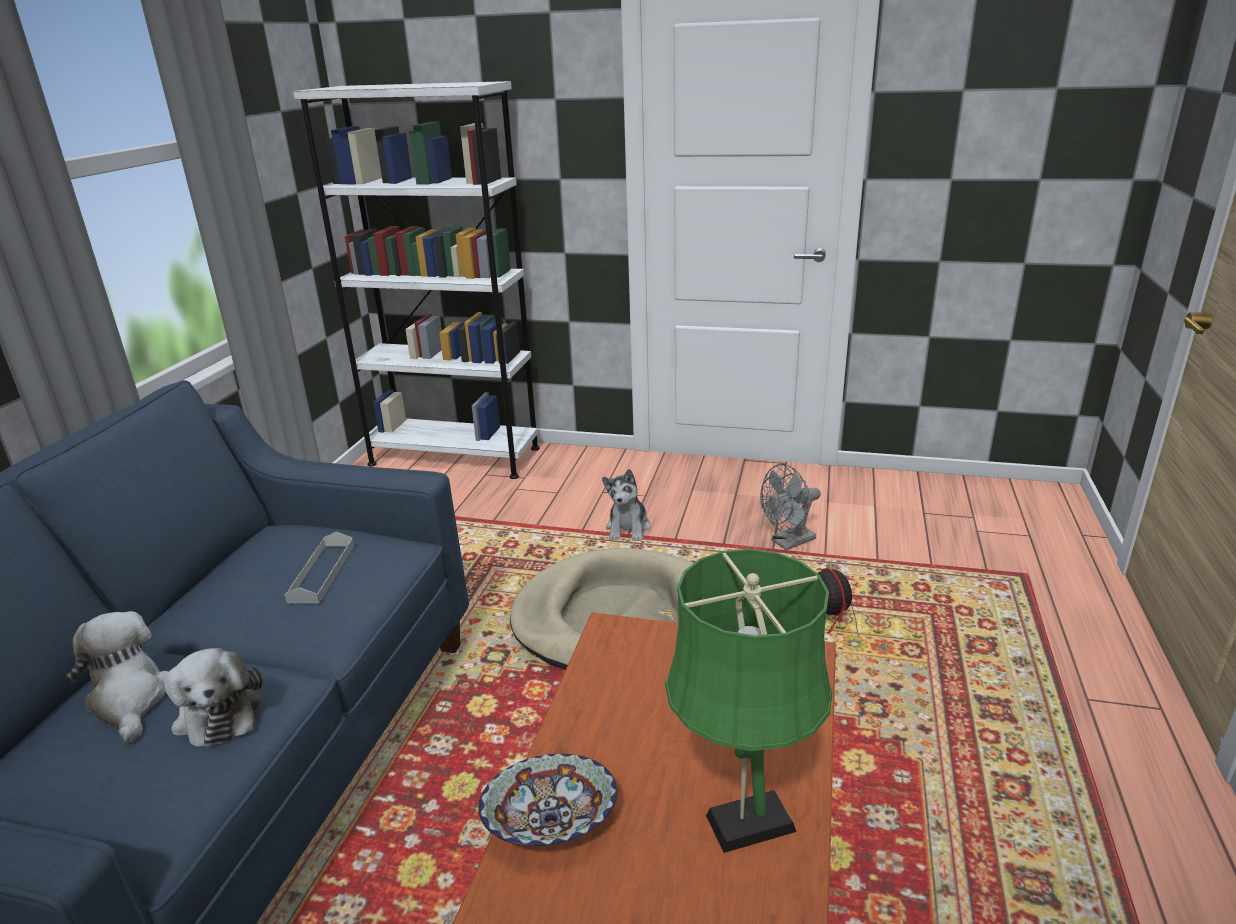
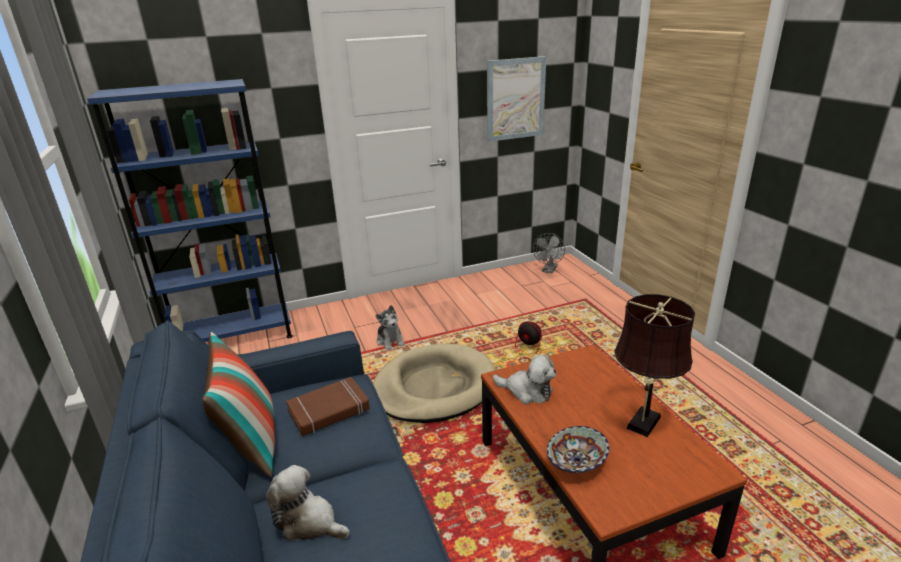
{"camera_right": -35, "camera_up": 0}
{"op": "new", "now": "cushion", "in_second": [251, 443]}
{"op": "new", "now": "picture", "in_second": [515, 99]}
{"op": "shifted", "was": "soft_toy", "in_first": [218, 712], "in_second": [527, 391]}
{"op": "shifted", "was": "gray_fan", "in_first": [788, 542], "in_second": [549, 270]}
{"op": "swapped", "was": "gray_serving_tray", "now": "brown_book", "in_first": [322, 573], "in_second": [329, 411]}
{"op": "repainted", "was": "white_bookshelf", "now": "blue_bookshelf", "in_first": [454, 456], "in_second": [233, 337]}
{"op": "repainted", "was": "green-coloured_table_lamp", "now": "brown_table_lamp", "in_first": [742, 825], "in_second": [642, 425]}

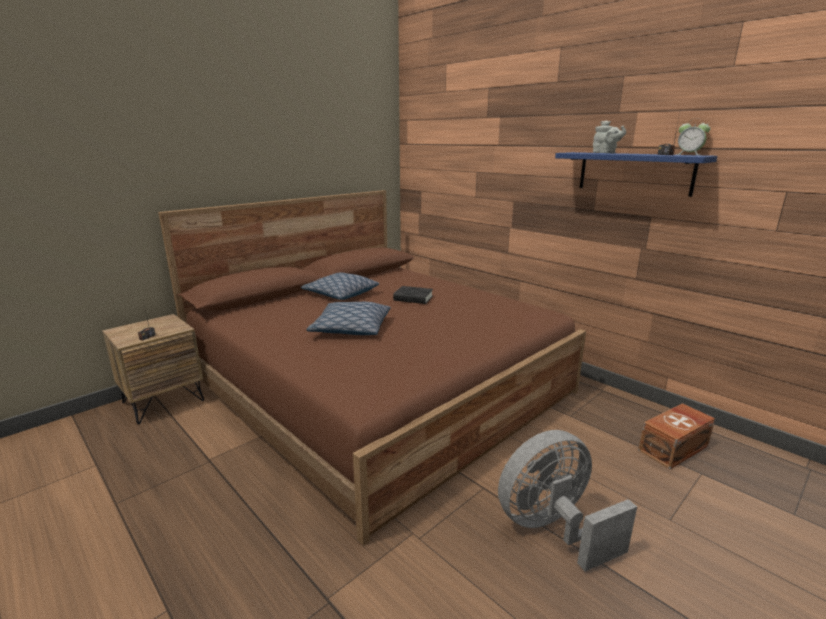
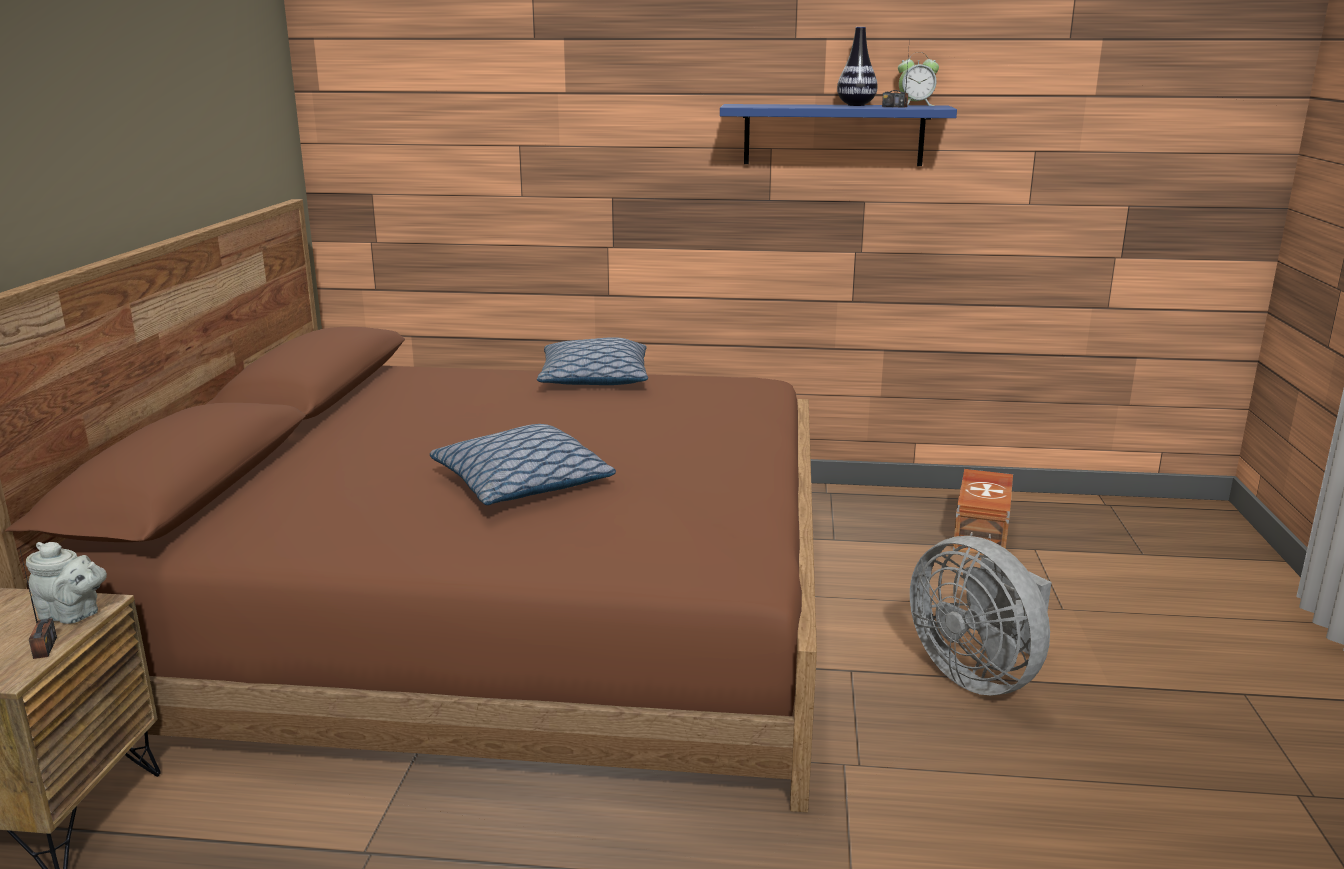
{"camera_right": -40, "camera_up": 0}
{"op": "gone", "was": "black-coloured_book", "in_first": [413, 298]}
{"op": "new", "now": "flower_vase", "in_second": [856, 105]}
{"op": "shifted", "was": "cushion", "in_first": [340, 294], "in_second": [594, 379]}
{"op": "shifted", "was": "gray_tea_pot", "in_first": [605, 153], "in_second": [73, 615]}
{"op": "rotated", "was": "gray_fan", "in_first": [552, 528], "in_second": [978, 675], "clockwise": -60}

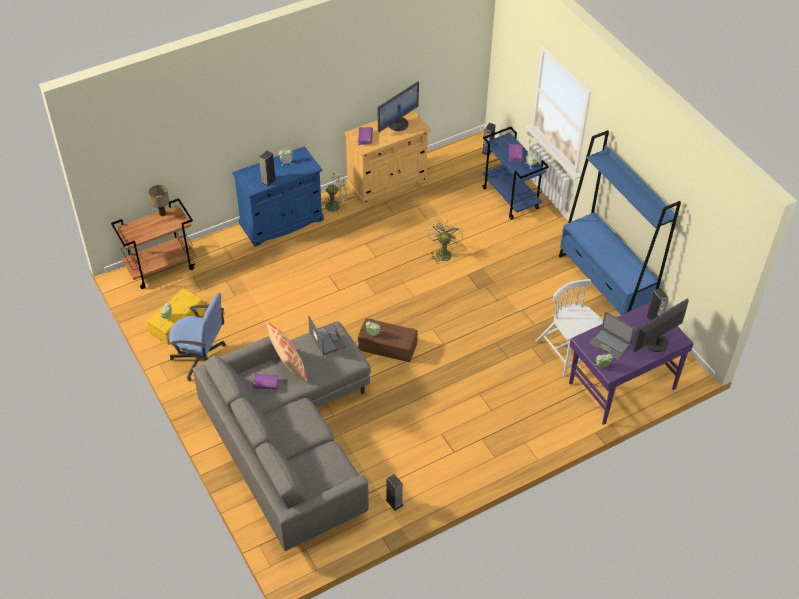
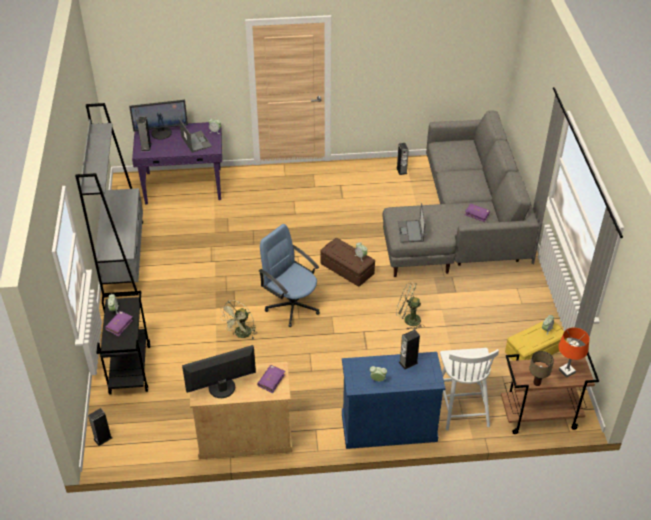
{"camera_right": -155, "camera_up": -5}
{"op": "gone", "was": "cushion", "in_first": [288, 366]}
{"op": "new", "now": "orangey_table_lamp", "in_second": [566, 371]}
{"op": "shifted", "was": "blue_office_chair", "in_first": [201, 359], "in_second": [292, 305]}
{"op": "shifted", "was": "green-coloured_fan", "in_first": [336, 205], "in_second": [408, 319]}
{"op": "shifted", "was": "white_upright_chair", "in_first": [567, 352], "in_second": [462, 405]}
{"op": "repainted", "was": "blue_wheeled_cart", "now": "black-coloured_wheeled_cart", "in_first": [511, 198], "in_second": [129, 369]}
{"op": "repainted", "was": "blue_bookshelf", "now": "gray_bookshelf", "in_first": [604, 285], "in_second": [124, 258]}

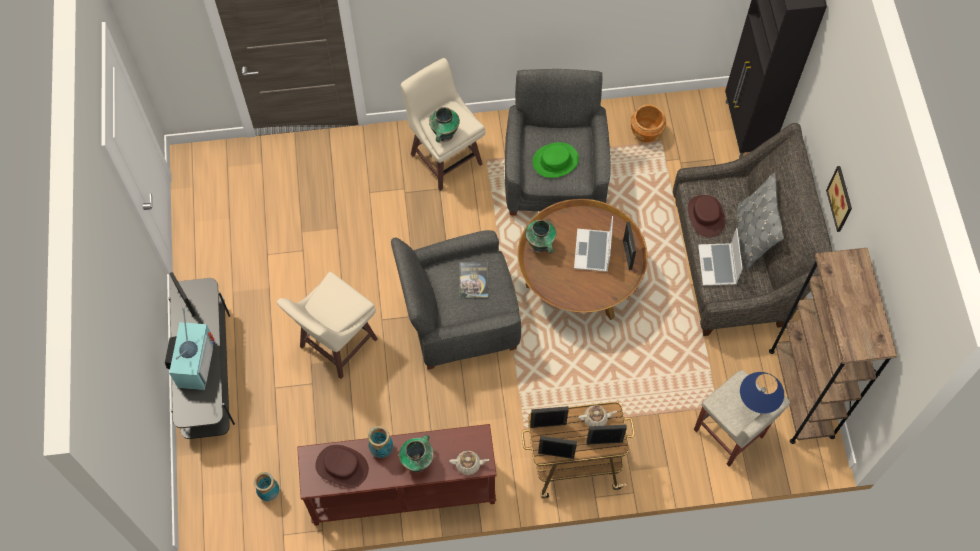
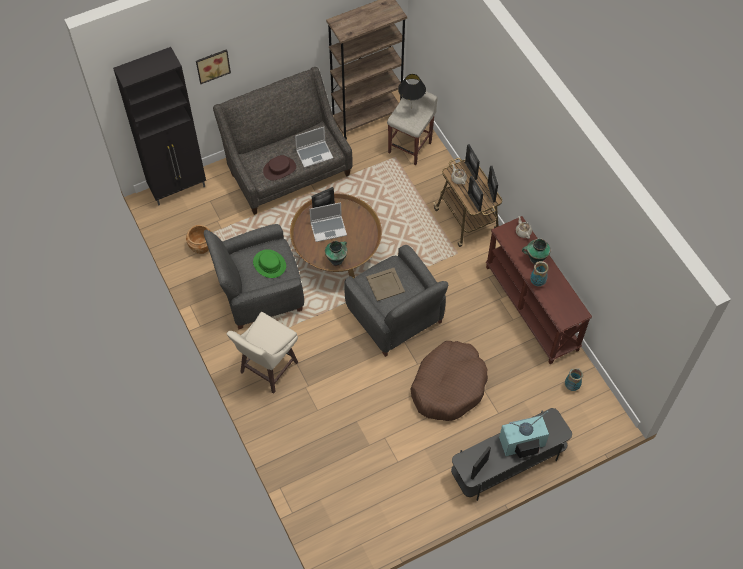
{"camera_right": -110, "camera_up": -5}
{"op": "gone", "was": "brown_wearable_hat", "in_first": [342, 466]}
{"op": "gone", "was": "flower_vase", "in_first": [444, 135]}
{"op": "gone", "was": "gray_cushion", "in_first": [751, 236]}
{"op": "shifted", "was": "picture", "in_first": [842, 198], "in_second": [212, 65]}
{"op": "swapped", "was": "beige_sitting_stool", "now": "brown_dog_bed", "in_first": [336, 344], "in_second": [448, 386]}
{"op": "swapped", "was": "book", "now": "beige_serving_tray", "in_first": [473, 280], "in_second": [385, 284]}
{"op": "repainted", "was": "blue_table_lamp", "now": "black-coloured_table_lamp", "in_first": [753, 408], "in_second": [411, 108]}

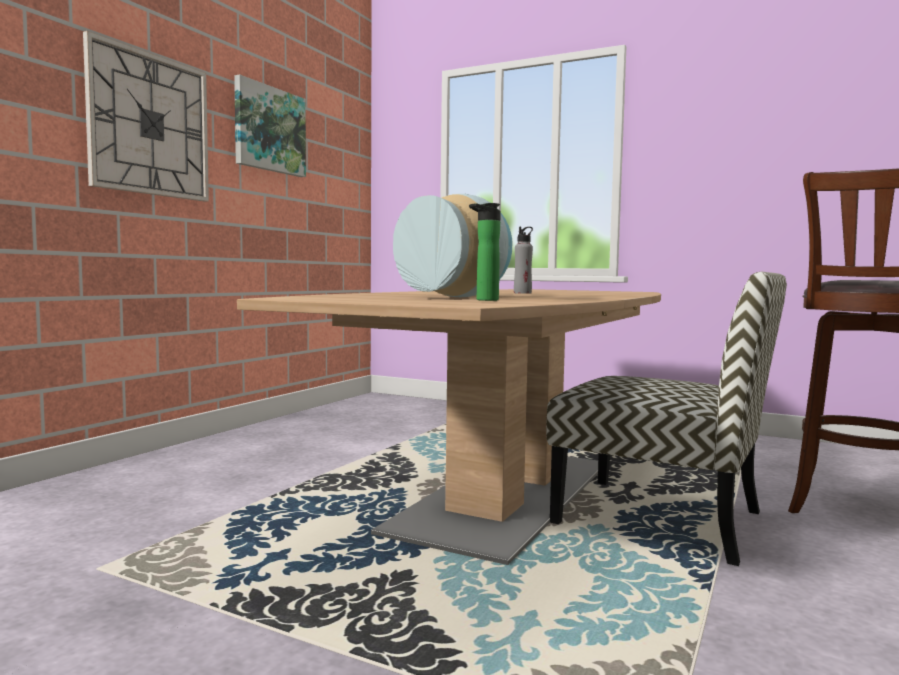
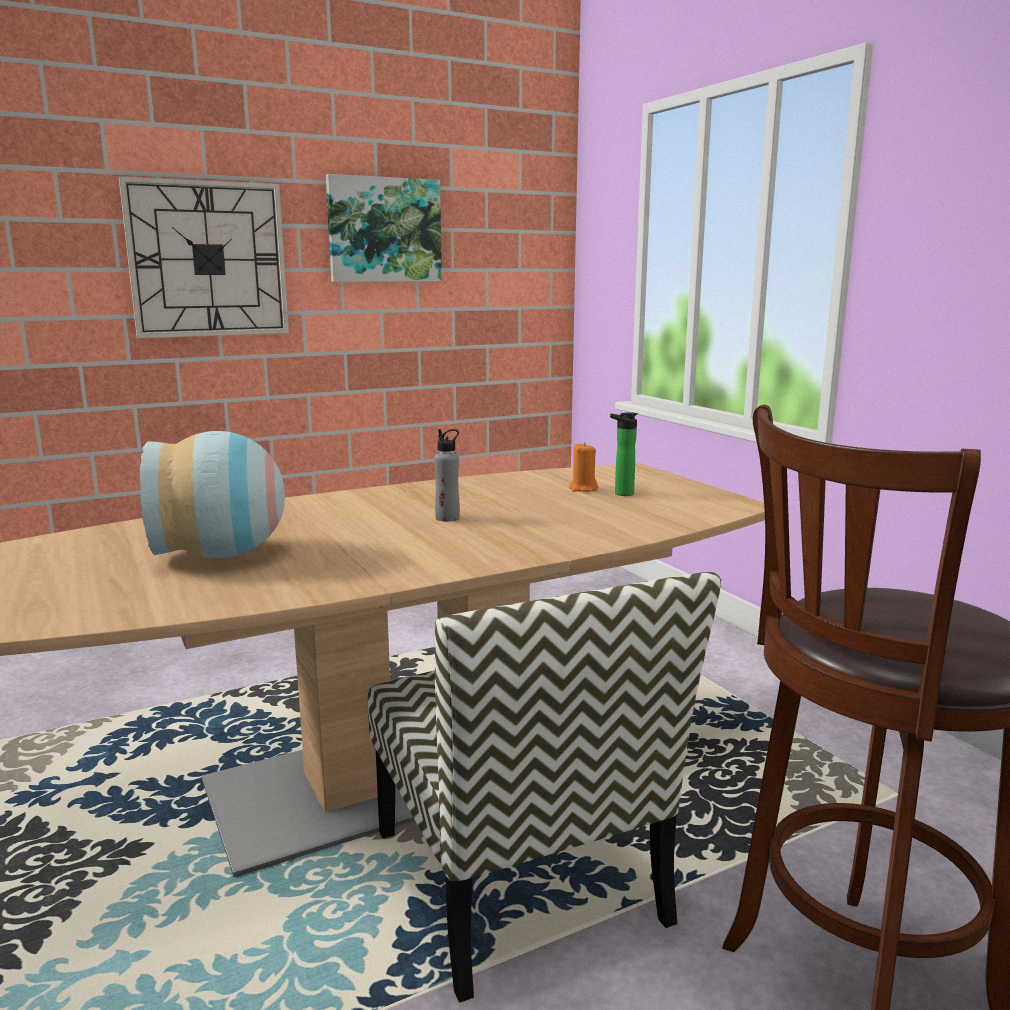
{"camera_right": 35, "camera_up": 10}
{"op": "new", "now": "orangey_wax_candle", "in_second": [583, 489]}
{"op": "shifted", "was": "drink_bottle", "in_first": [484, 300], "in_second": [621, 493]}

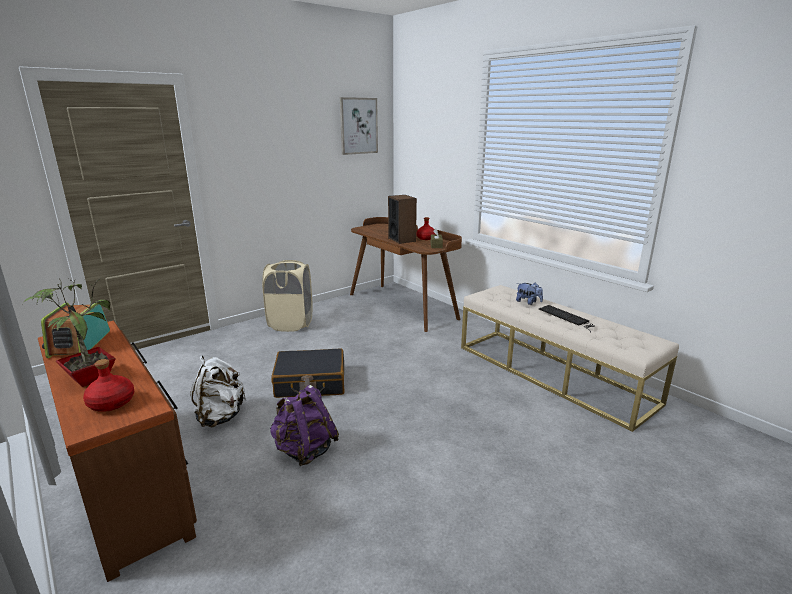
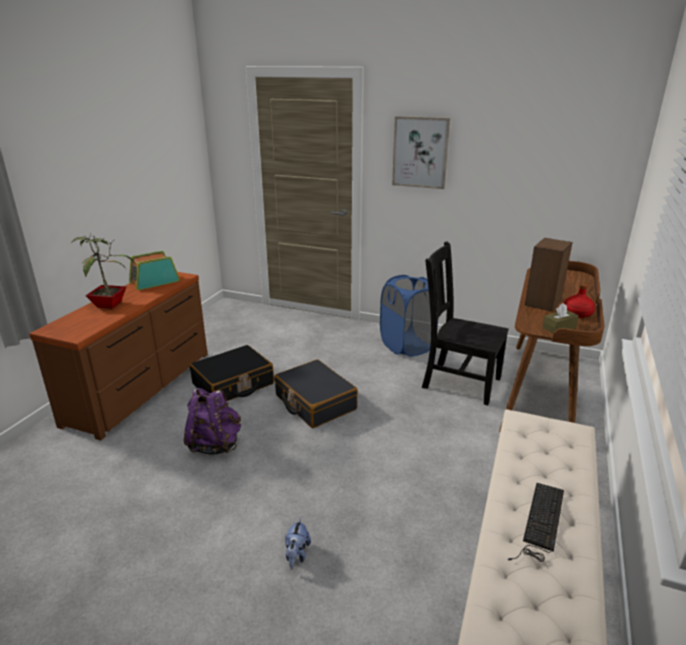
{"camera_right": 60, "camera_up": 5}
{"op": "gone", "was": "reddish_drink_bottle", "in_first": [111, 403]}
{"op": "new", "now": "black-coloured_upright_chair", "in_second": [458, 382]}
{"op": "shifted", "was": "picture", "in_first": [358, 126], "in_second": [420, 152]}
{"op": "shifted", "was": "soft_toy", "in_first": [528, 302], "in_second": [296, 555]}
{"op": "swapped", "was": "white_backpack", "now": "black-coloured_travel_case", "in_first": [220, 417], "in_second": [233, 384]}
{"op": "repainted", "was": "beige_washing_basket", "now": "blue_washing_basket", "in_first": [291, 324], "in_second": [407, 346]}

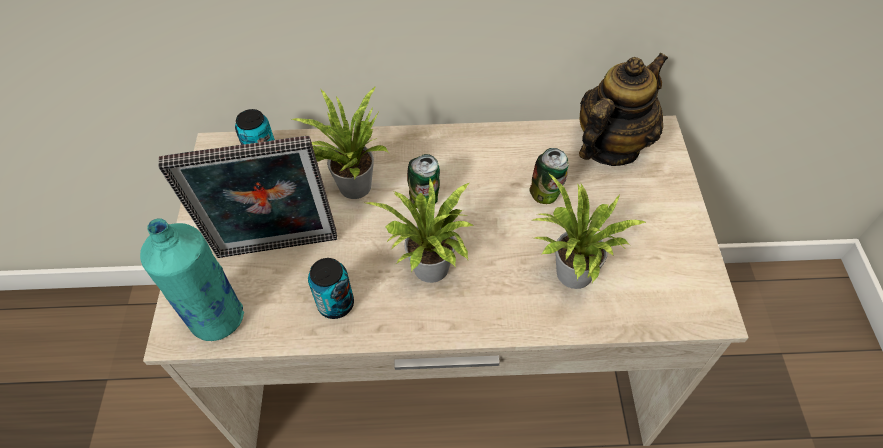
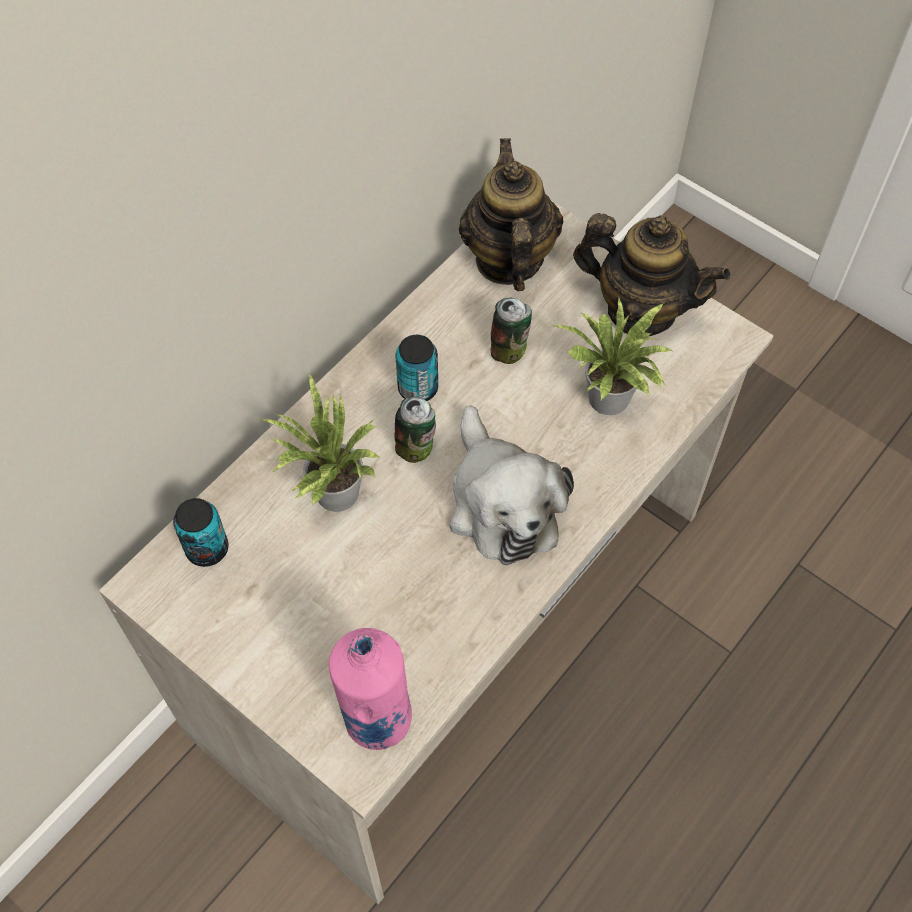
{"camera_right": -50, "camera_up": 5}
{"op": "gone", "was": "standing_frame", "in_first": [278, 251]}
{"op": "new", "now": "tea_pot", "in_second": [640, 310]}
{"op": "shifted", "was": "metal_can", "in_first": [336, 304], "in_second": [418, 388]}
{"op": "swapped", "was": "houseplant", "now": "soft_toy", "in_first": [431, 271], "in_second": [501, 503]}
{"op": "repainted", "was": "turquoise_drink_bottle", "now": "pink-coloured_drink_bottle", "in_first": [216, 318], "in_second": [377, 719]}

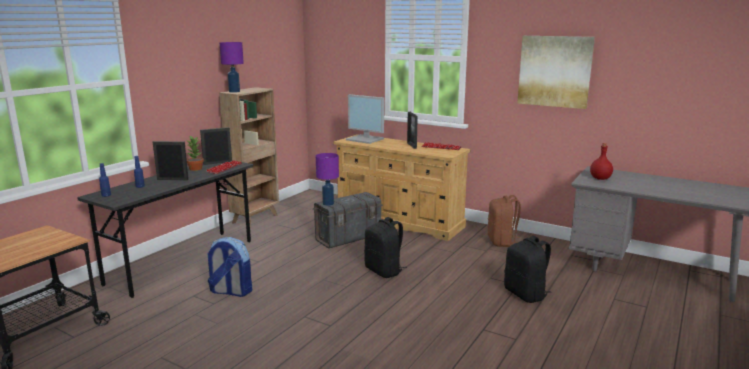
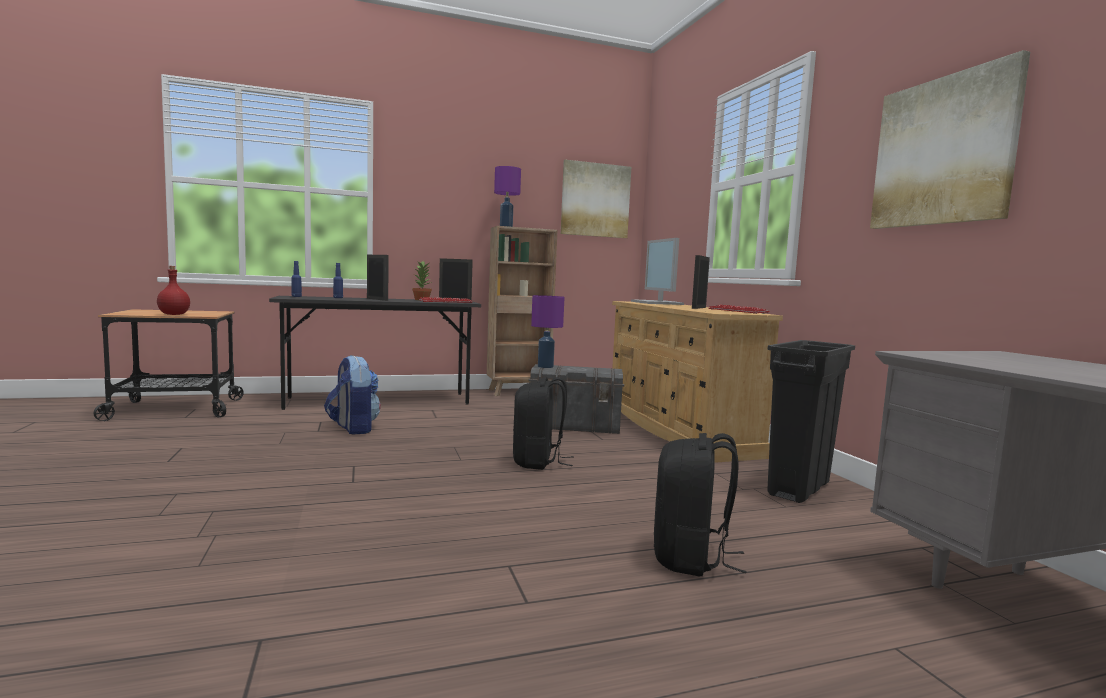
{"camera_right": 40, "camera_up": -10}
{"op": "new", "now": "picture", "in_second": [595, 200]}
{"op": "shifted", "was": "reddish_drink_bottle", "in_first": [599, 178], "in_second": [174, 314]}
{"op": "swapped", "was": "brown_backpack", "now": "black-coloured_rubbish_bin", "in_first": [502, 242], "in_second": [798, 489]}

